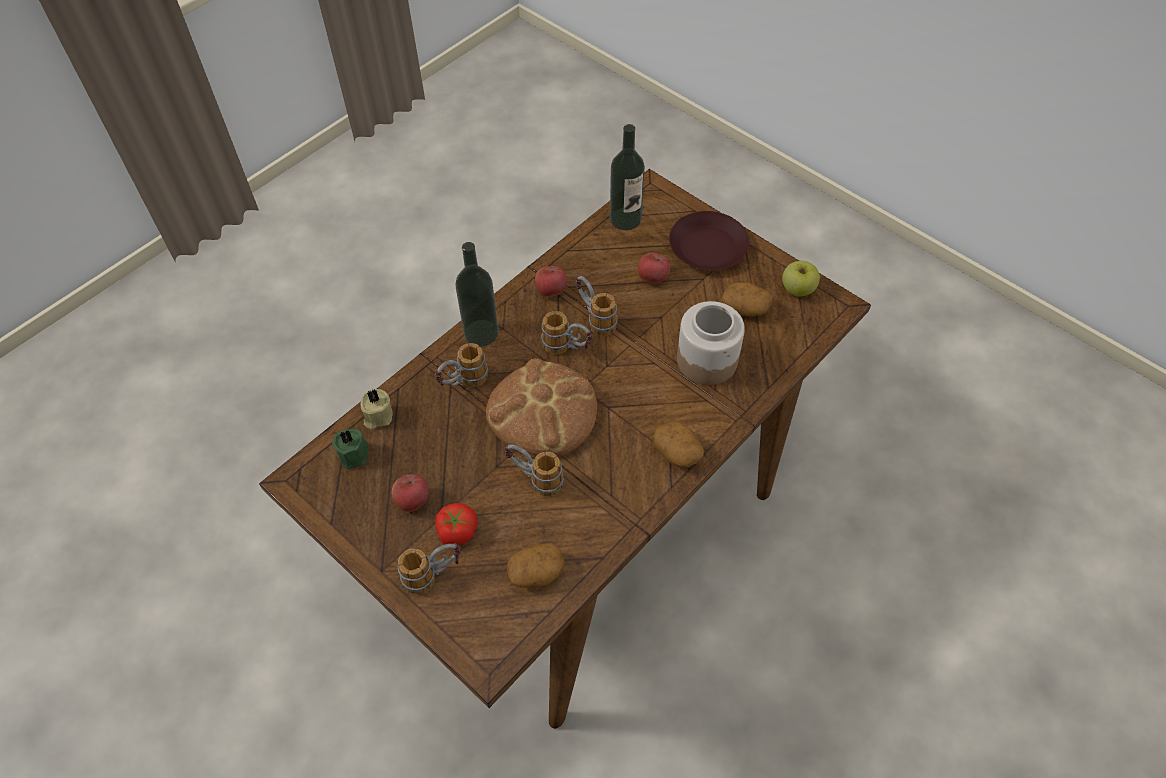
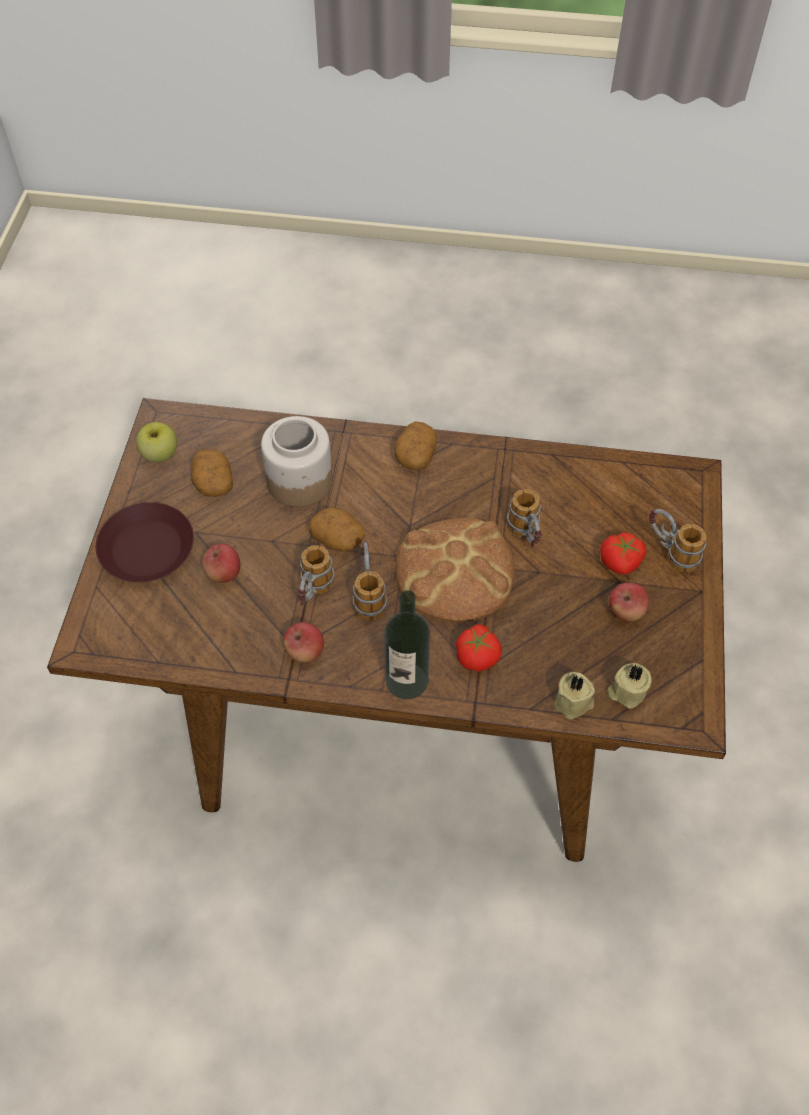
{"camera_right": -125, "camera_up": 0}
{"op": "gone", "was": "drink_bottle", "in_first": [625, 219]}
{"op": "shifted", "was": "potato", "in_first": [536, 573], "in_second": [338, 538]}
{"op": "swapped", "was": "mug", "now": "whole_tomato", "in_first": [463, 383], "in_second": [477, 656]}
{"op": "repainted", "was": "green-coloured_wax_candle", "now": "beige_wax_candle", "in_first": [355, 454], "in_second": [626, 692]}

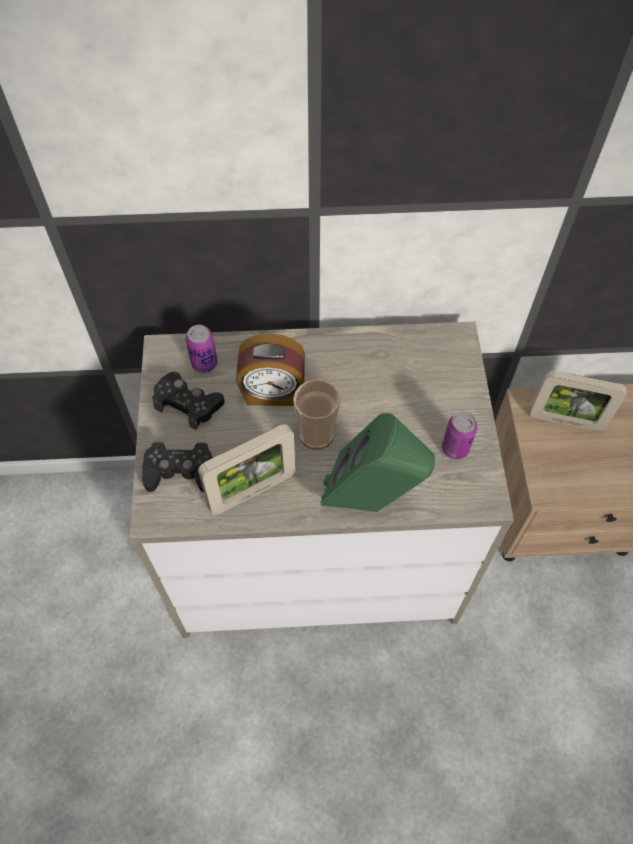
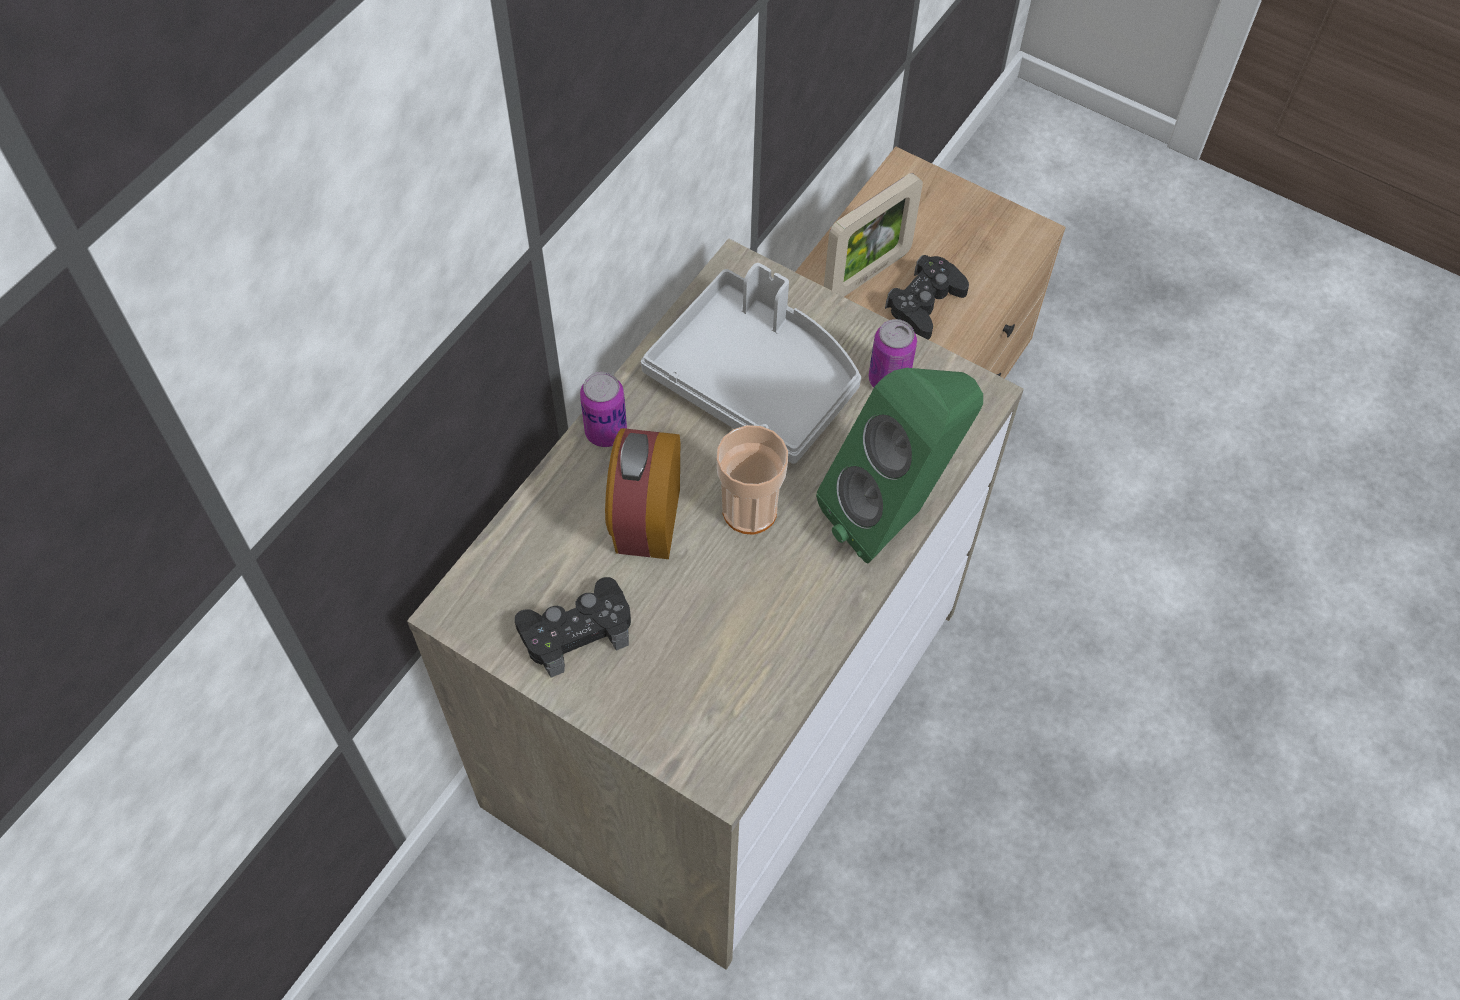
{"camera_right": -55, "camera_up": 0}
{"op": "gone", "was": "standing_frame", "in_first": [252, 491]}
{"op": "new", "now": "gray_serving_tray", "in_second": [756, 380]}
{"op": "shifted", "was": "black-coloured_joypad", "in_first": [180, 471], "in_second": [924, 303]}
{"op": "shifted", "was": "metal_can", "in_first": [204, 363], "in_second": [606, 432]}
{"op": "rotated", "was": "alarm_clock", "in_first": [272, 393], "in_second": [645, 521], "clockwise": 150}

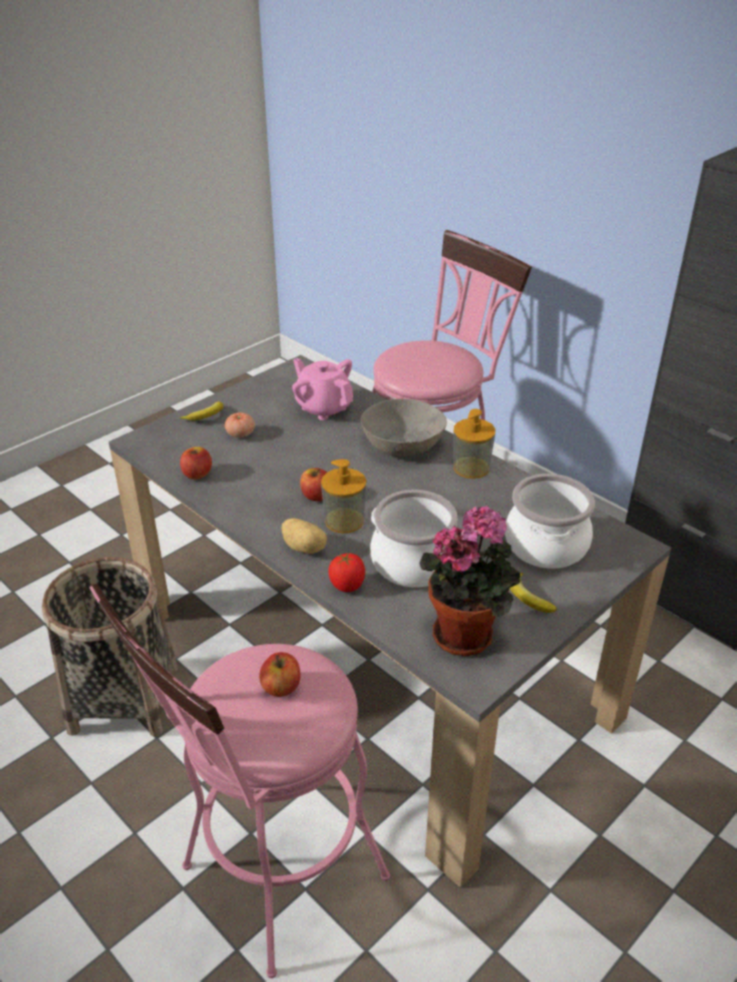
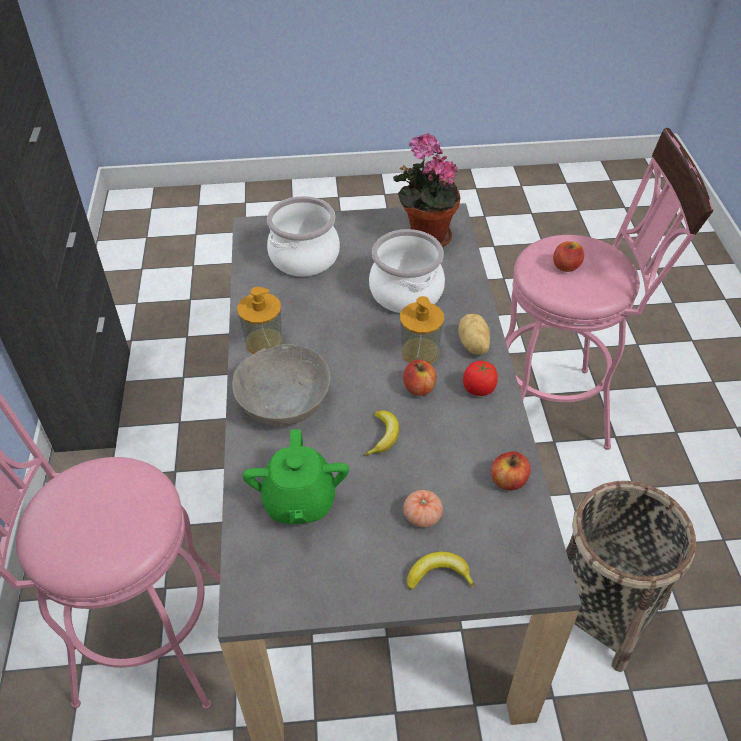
{"camera_right": -140, "camera_up": 10}
{"op": "shifted", "was": "whole_tomato", "in_first": [347, 585], "in_second": [478, 389]}
{"op": "shifted", "was": "banana", "in_first": [527, 598], "in_second": [383, 436]}
{"op": "repainted", "was": "pink-coloured_tea_pot", "now": "green-coloured_tea_pot", "in_first": [323, 407], "in_second": [299, 502]}

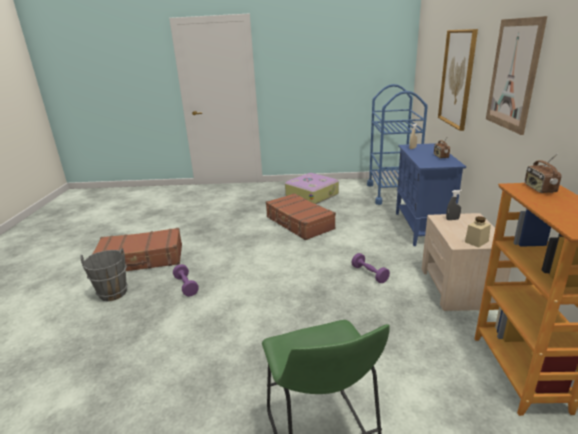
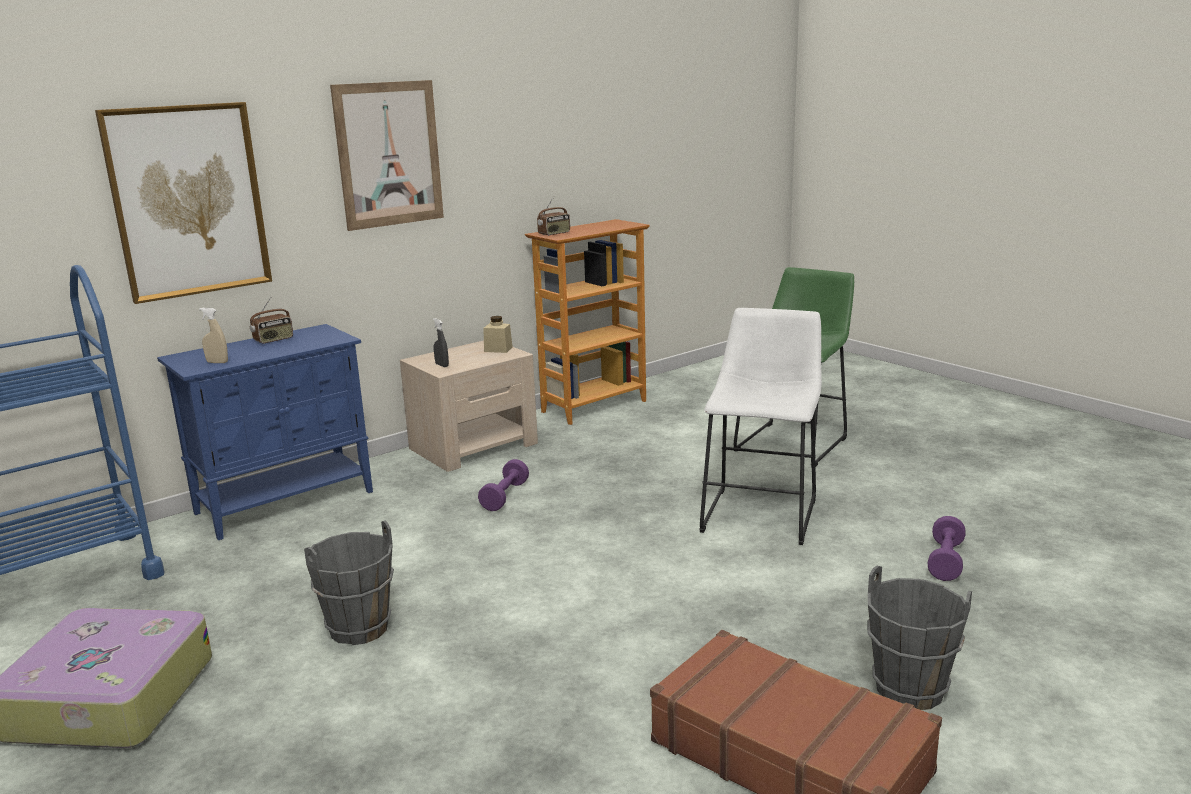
{"camera_right": -130, "camera_up": -5}
{"op": "new", "now": "white_sitting_stool", "in_second": [762, 512]}
{"op": "shifted", "was": "purple-coloured_free_weight", "in_first": [186, 286], "in_second": [945, 561]}
{"op": "swapped", "was": "brown_travel_case", "now": "gray_bucket", "in_first": [299, 223], "in_second": [358, 628]}

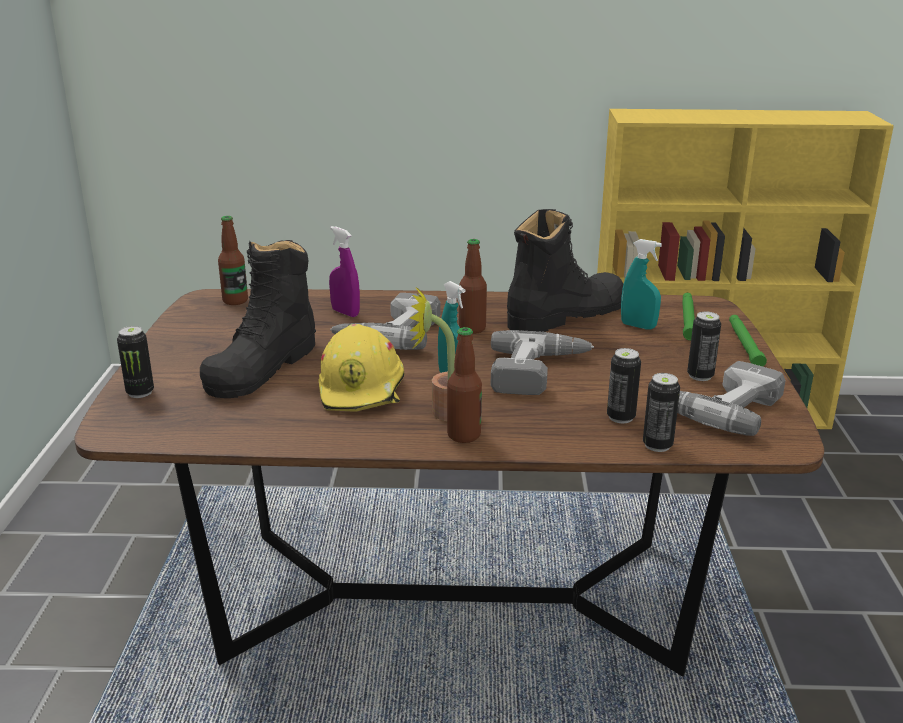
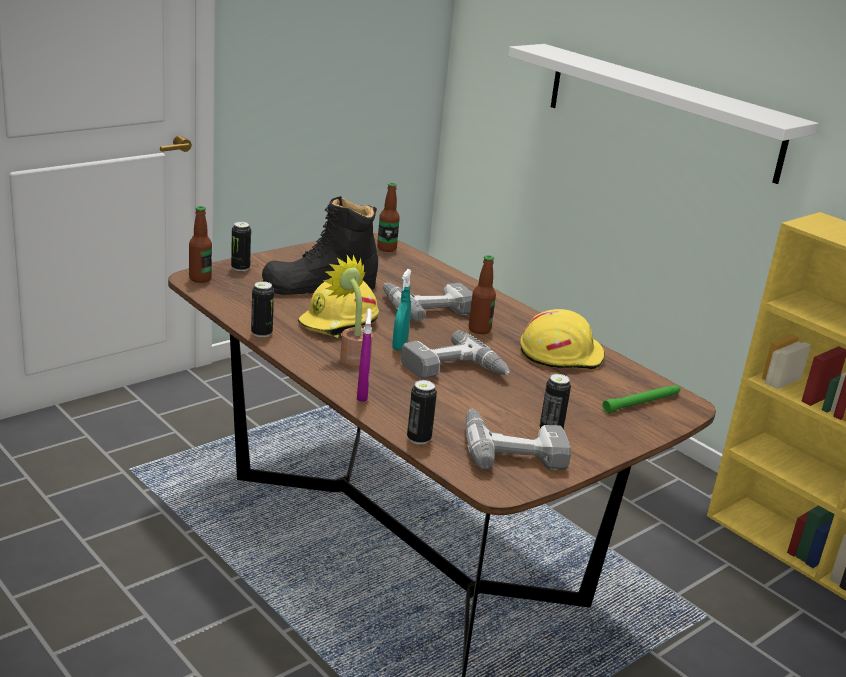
{"camera_right": 45, "camera_up": 0}
{"op": "gone", "was": "turquoise_hand_sprayer", "in_first": [638, 326]}
{"op": "gone", "was": "green-coloured_hand_torch", "in_first": [744, 344]}
{"op": "new", "now": "white_bracket_shelf", "in_second": [661, 110]}
{"op": "shifted", "was": "purple-coloured_hand_sprayer", "in_first": [345, 313], "in_second": [362, 394]}
{"op": "shifted", "was": "drink_bottle", "in_first": [464, 435], "in_second": [200, 279]}
{"op": "shifted", "was": "metal_can", "in_first": [621, 417], "in_second": [261, 333]}
{"op": "swapped", "was": "black-coloured_tall_boot", "now": "yellowish_hard_hat", "in_first": [565, 315], "in_second": [561, 354]}

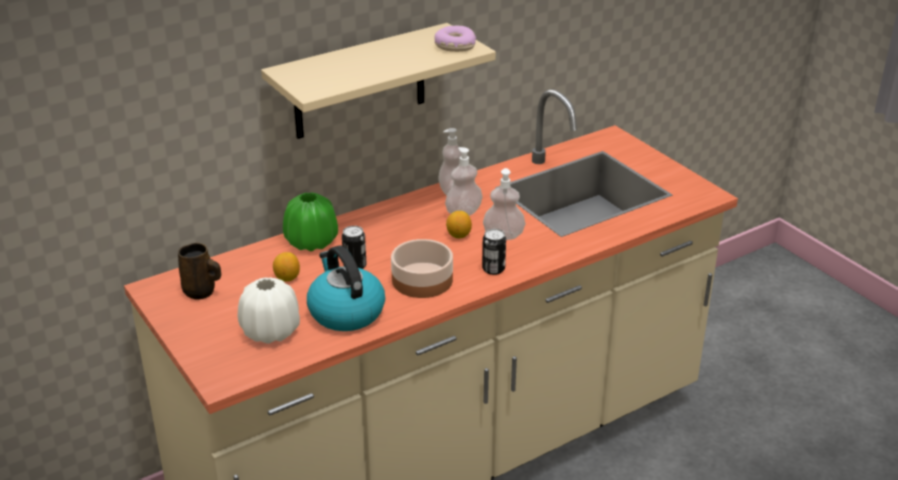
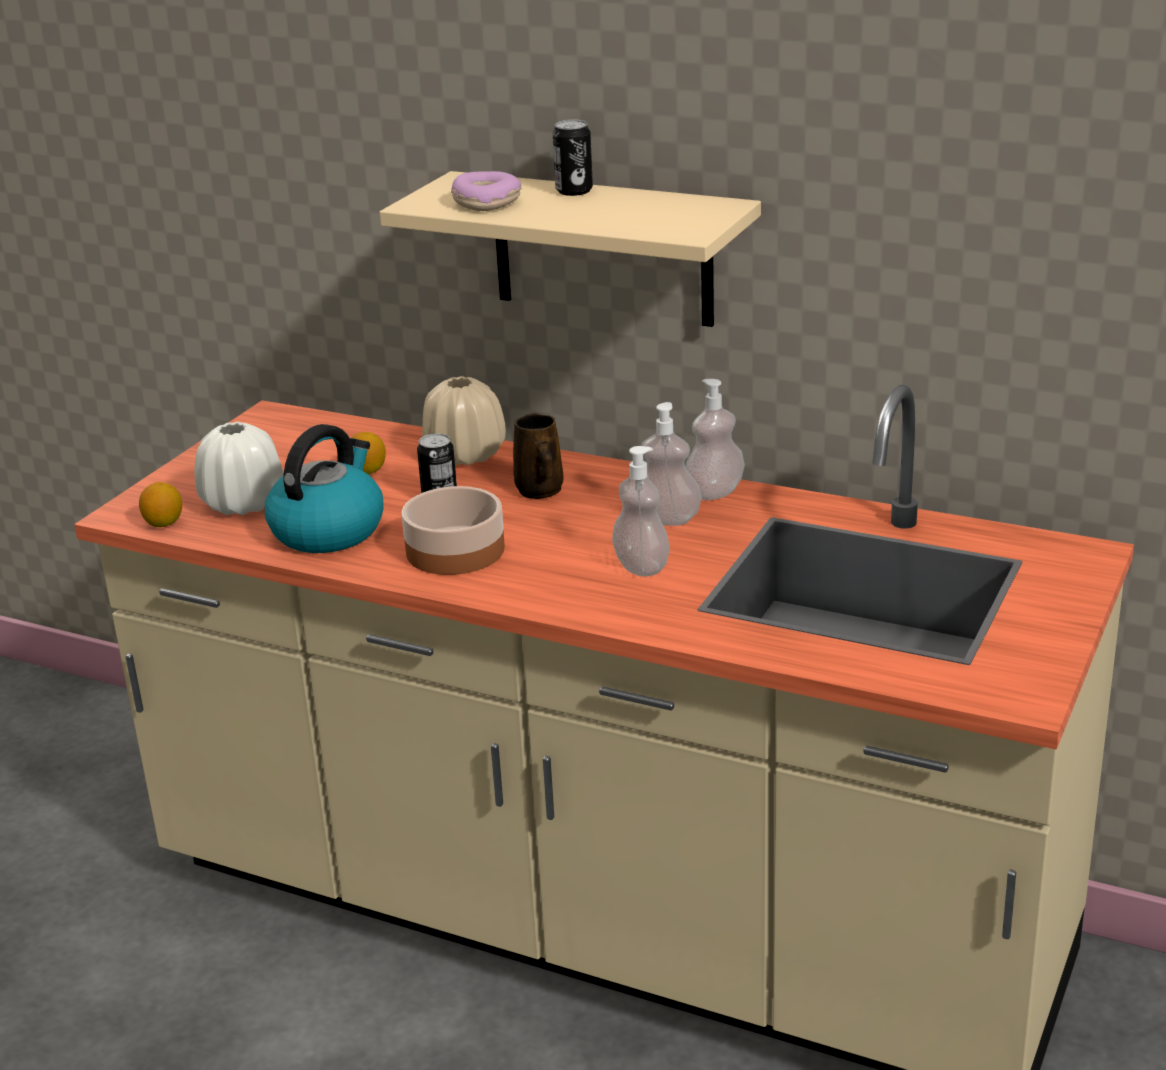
{"camera_right": 60, "camera_up": -5}
{"op": "shifted", "was": "brown_mug", "in_first": [201, 292], "in_second": [540, 491]}
{"op": "shifted", "was": "doughnut", "in_first": [454, 46], "in_second": [486, 202]}
{"op": "shifted", "was": "whole_lemon", "in_first": [458, 235], "in_second": [164, 523]}
{"op": "shifted", "was": "metal_can", "in_first": [493, 269], "in_second": [574, 191]}
{"op": "repainted", "was": "green-coloured_flower_vase", "now": "beige_flower_vase", "in_first": [312, 242], "in_second": [465, 455]}

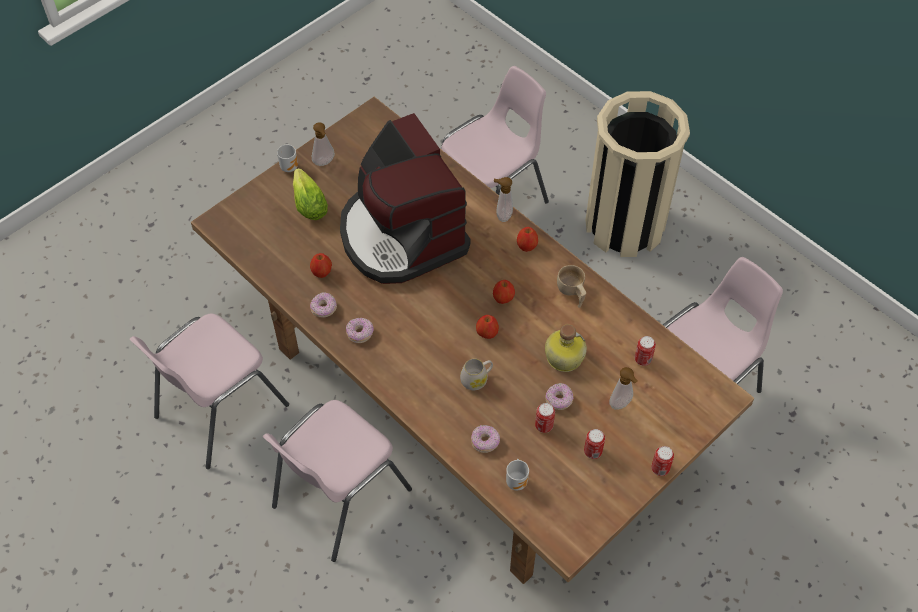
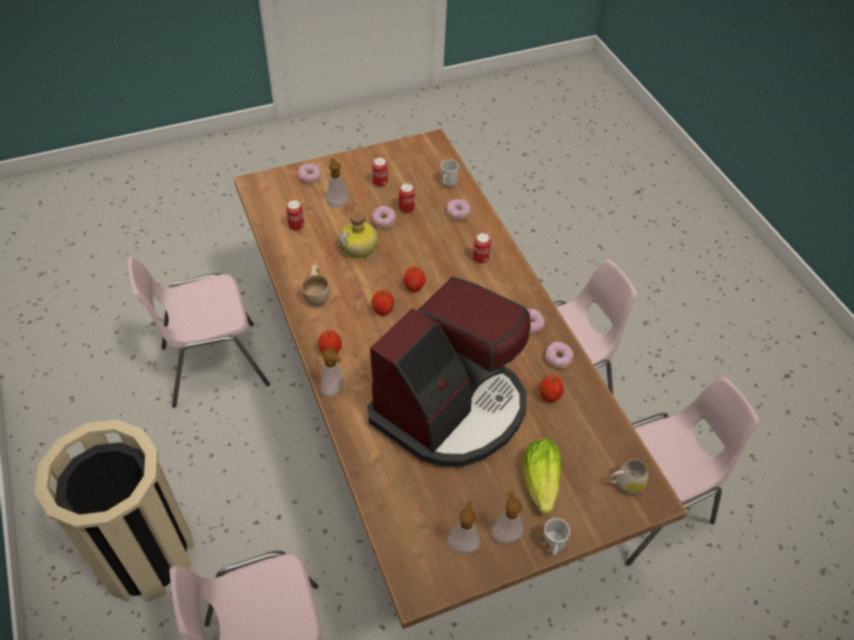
{"camera_right": -160, "camera_up": -5}
{"op": "new", "now": "doughnut", "in_second": [310, 178]}
{"op": "new", "now": "liquid_soap_bottle", "in_second": [463, 544]}
{"op": "shifted", "was": "white_mug", "in_first": [477, 379], "in_second": [625, 484]}
{"op": "shifted", "was": "metal_can", "in_first": [660, 469], "in_second": [480, 259]}
{"op": "rotated", "was": "coffee_brewer", "in_first": [401, 235], "in_second": [451, 408], "clockwise": 45}

